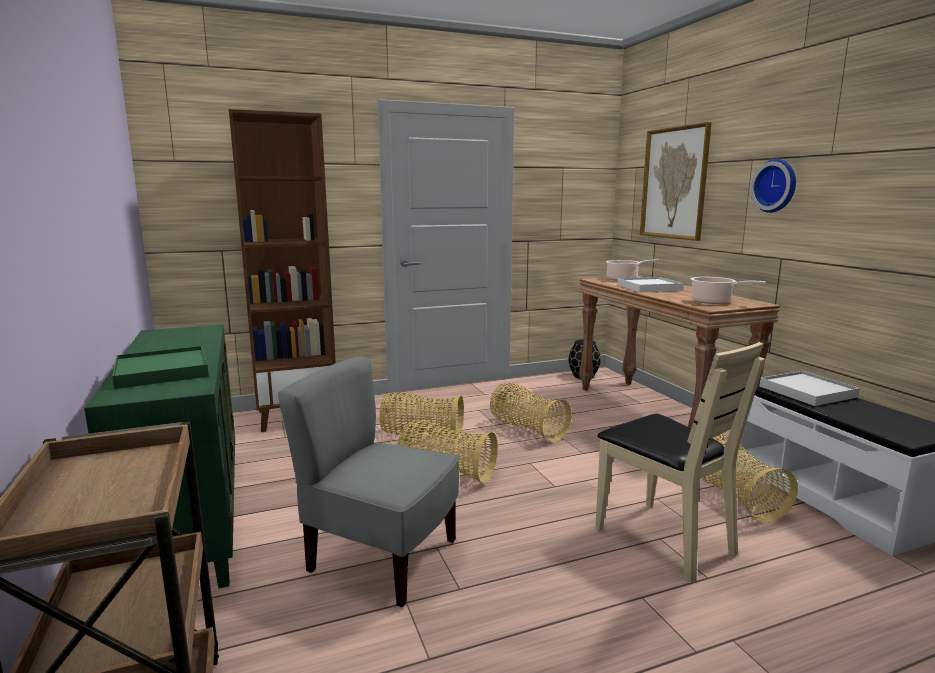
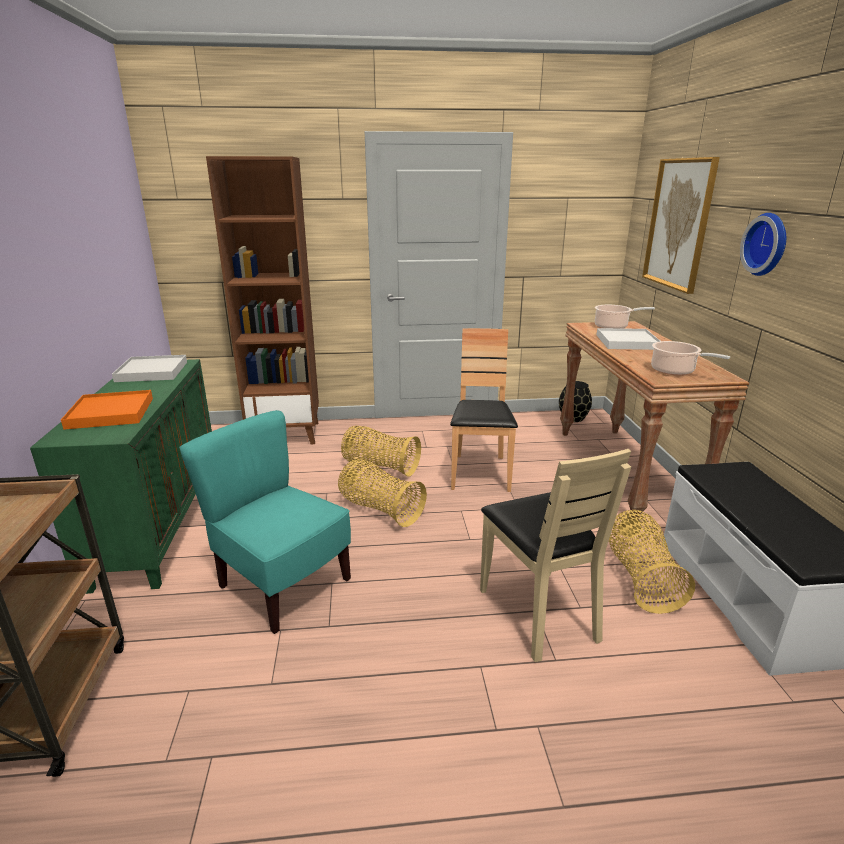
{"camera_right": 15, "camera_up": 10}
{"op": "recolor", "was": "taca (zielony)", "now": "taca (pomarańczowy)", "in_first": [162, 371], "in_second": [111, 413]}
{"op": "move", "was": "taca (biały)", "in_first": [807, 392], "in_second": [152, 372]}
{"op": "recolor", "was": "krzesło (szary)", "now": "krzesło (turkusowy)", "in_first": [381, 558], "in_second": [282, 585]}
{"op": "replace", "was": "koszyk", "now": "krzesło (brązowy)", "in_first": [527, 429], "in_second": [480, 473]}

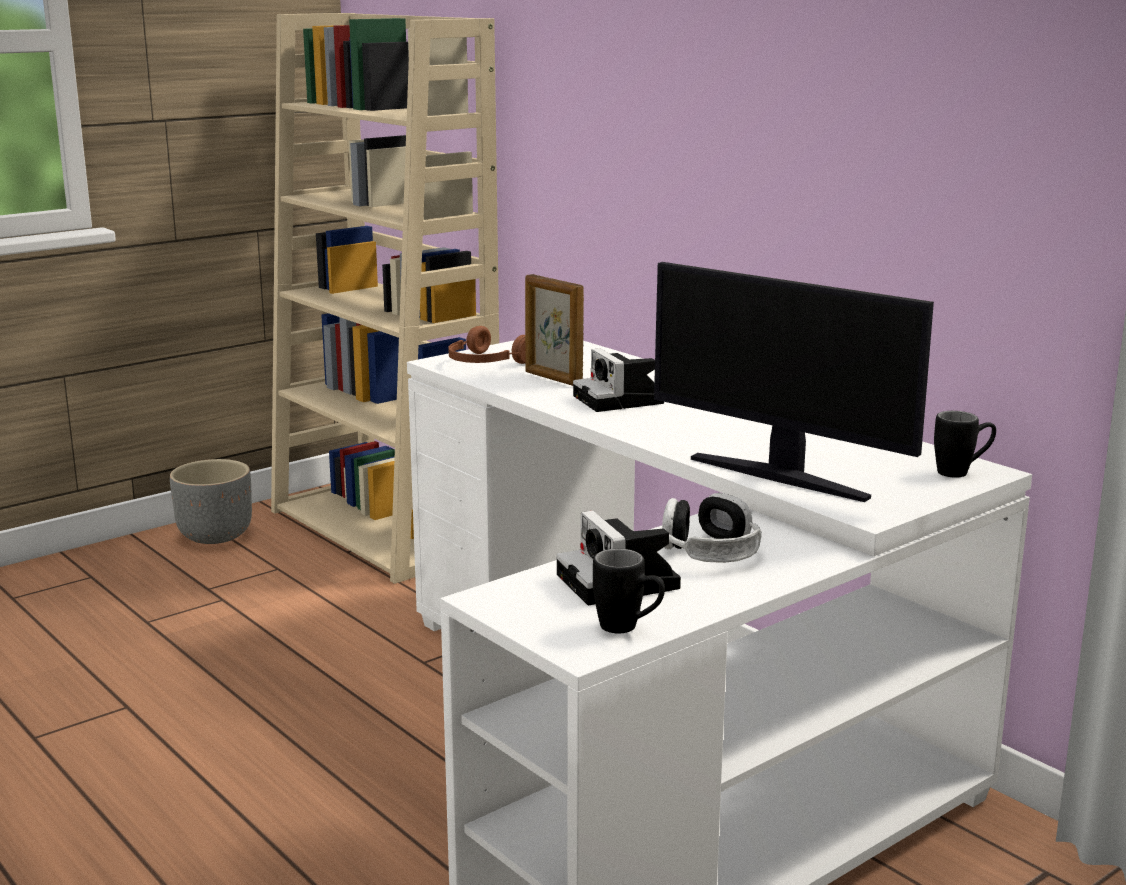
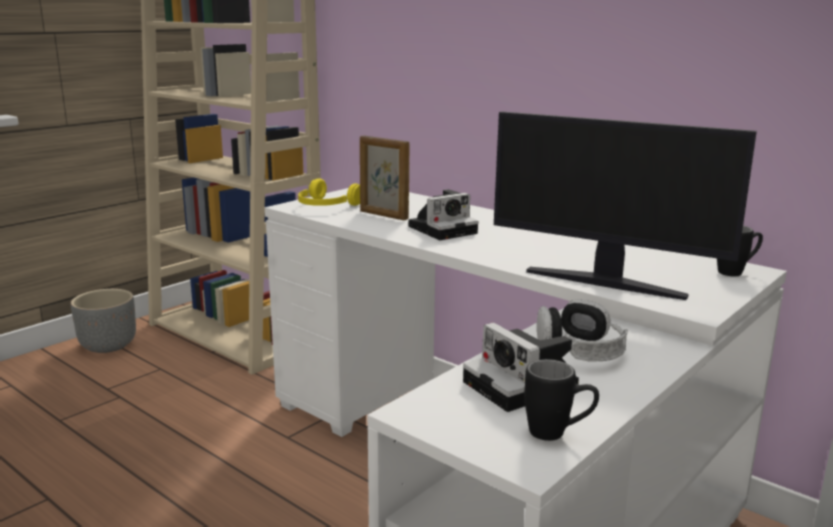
{"camera_right": -10, "camera_up": 0}
{"op": "recolor", "was": "słuchawki (brązowy)", "now": "słuchawki (żółty)", "in_first": [485, 363], "in_second": [326, 206]}
{"op": "rotate", "was": "aparat fotograficzny", "in_first": [621, 400], "in_second": [444, 229], "clockwise": -90}

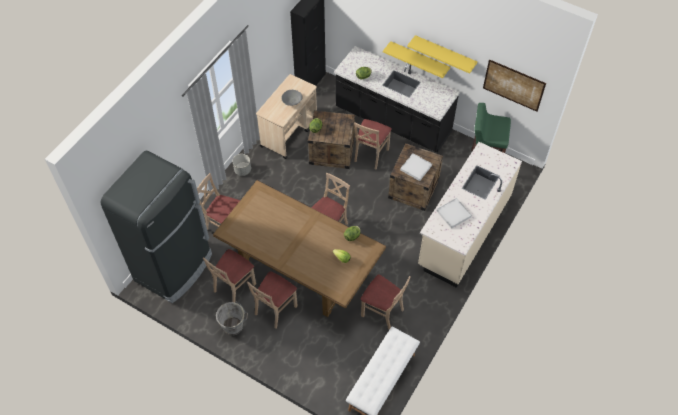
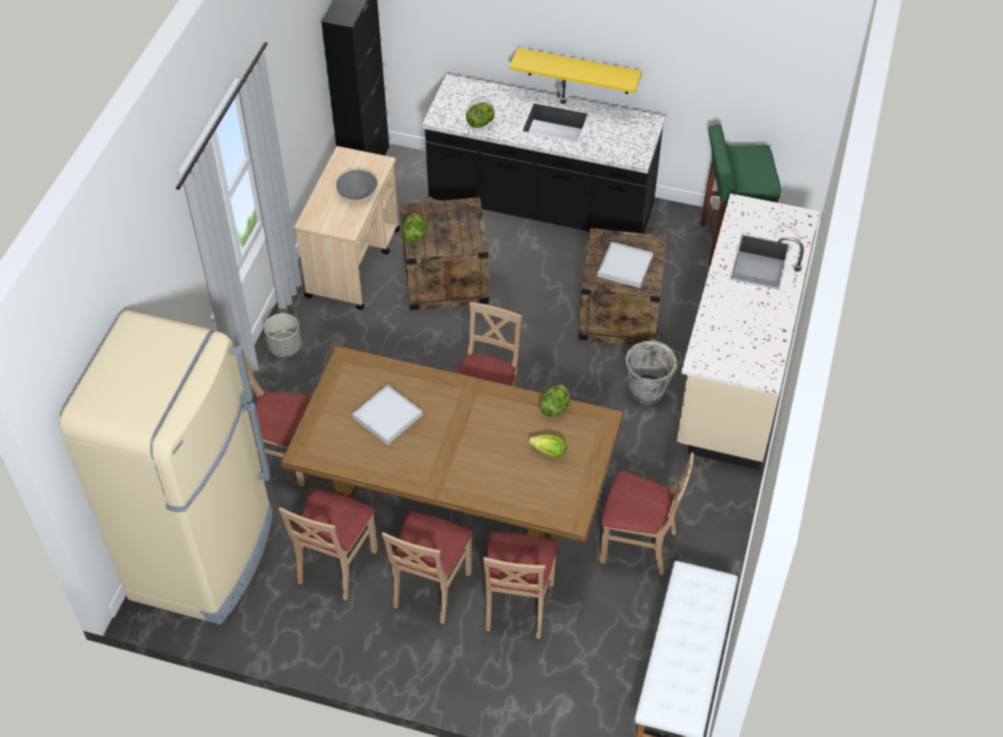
{"camera_right": -15, "camera_up": -5}
{"op": "recolor", "was": "lodówka (czarny)", "now": "lodówka (beżowy)", "in_first": [174, 267], "in_second": [204, 556]}
{"op": "move", "was": "taca (biały)", "in_first": [453, 214], "in_second": [387, 416]}
{"op": "move", "was": "krzesło (beżowy)", "in_first": [370, 154], "in_second": [517, 605]}
{"op": "move", "was": "wiadro (szary)", "in_first": [234, 326], "in_second": [649, 390]}
{"op": "delete", "was": "półka (żółty)", "in_first": [445, 54]}
{"op": "delete", "was": "obraz", "in_first": [513, 85]}

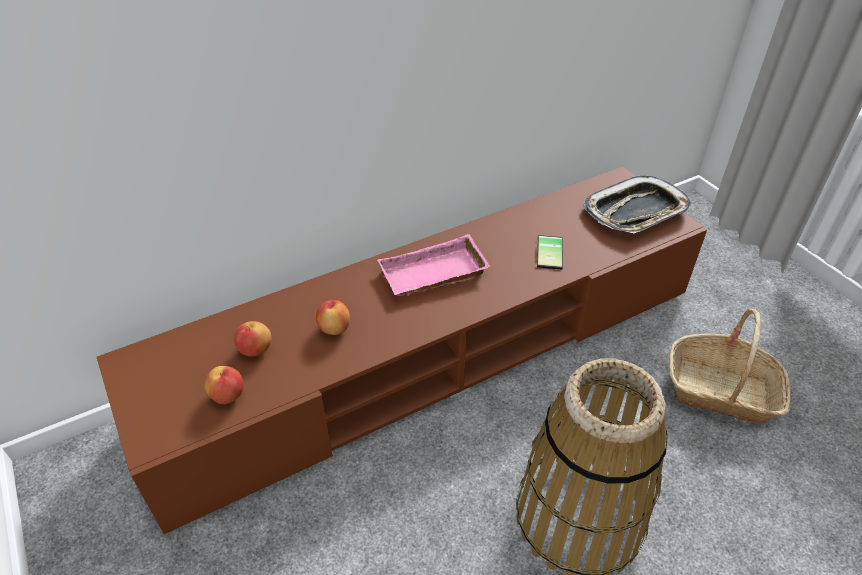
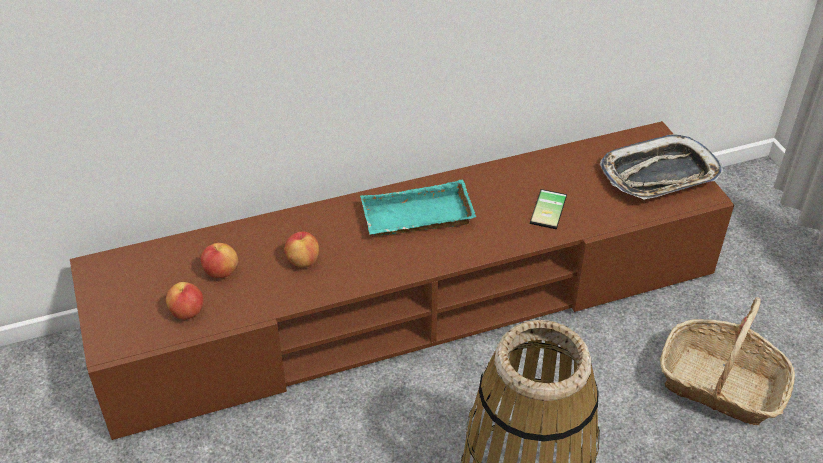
{"camera_right": 10, "camera_up": 0}
{"op": "recolor", "was": "taca (różowy)", "now": "taca (turkusowy)", "in_first": [433, 275], "in_second": [416, 219]}

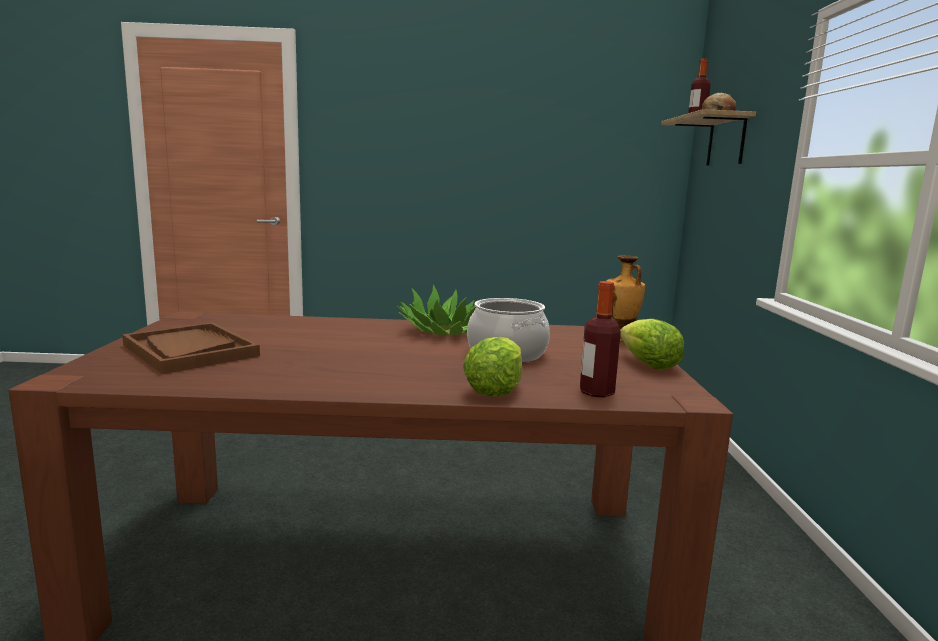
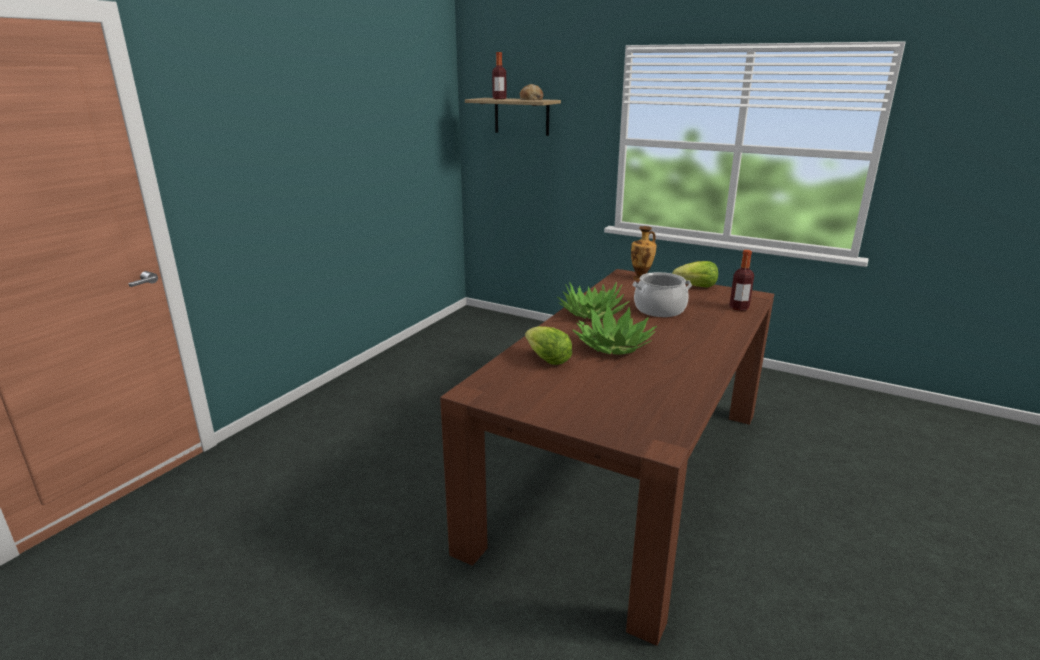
{"camera_right": -60, "camera_up": 10}
{"op": "move", "was": "sałata", "in_first": [494, 390], "in_second": [547, 360]}
{"op": "insert", "now": "roślina doniczkowa", "in_second": [613, 346]}
{"op": "delete", "was": "taca (brązowy)", "in_first": [190, 350]}

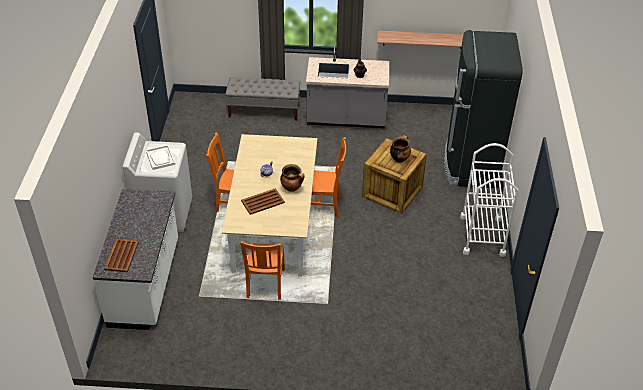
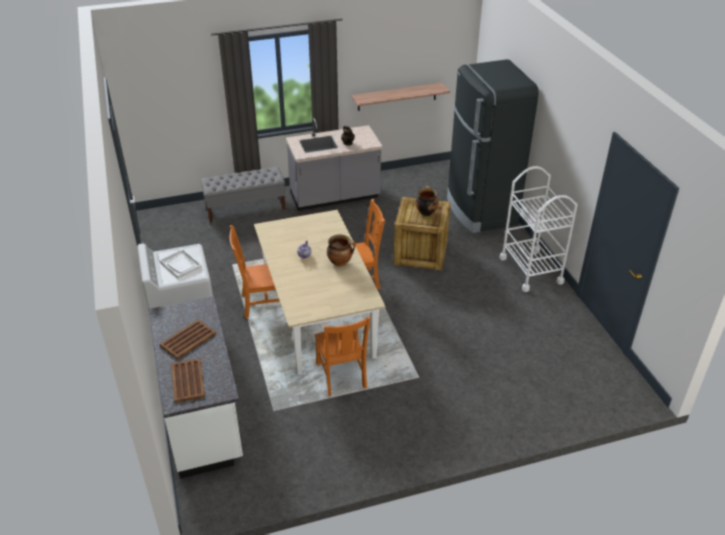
{"camera_right": -20, "camera_up": -5}
{"op": "move", "was": "taca (brązowy)", "in_first": [263, 202], "in_second": [188, 339]}

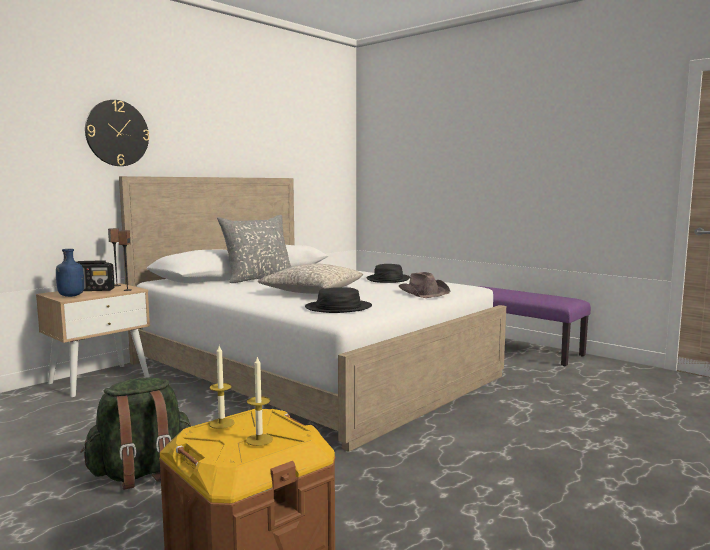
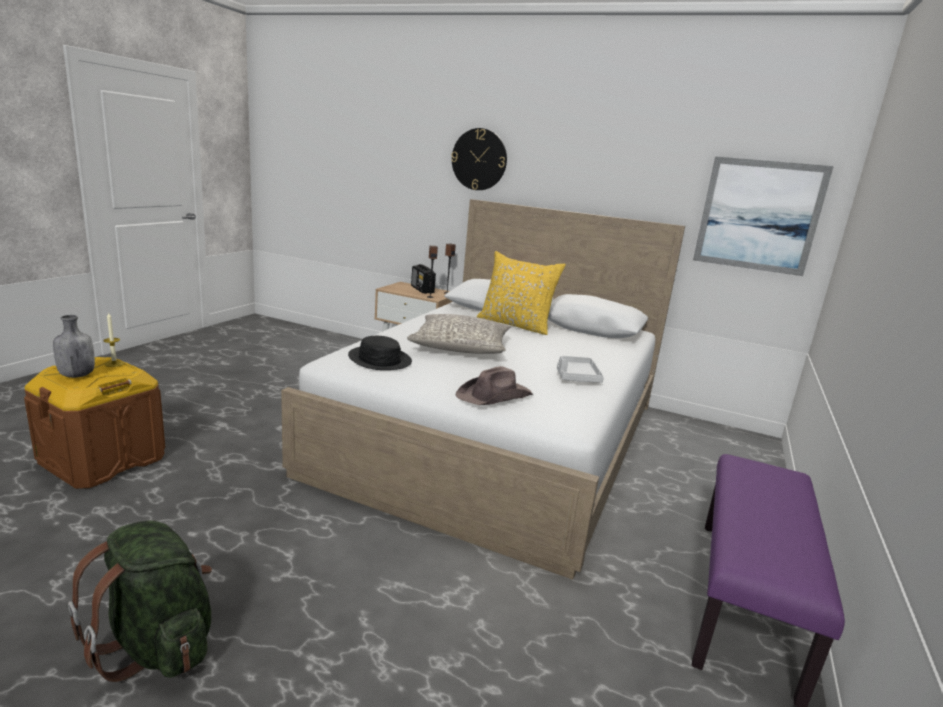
{"camera_right": 70, "camera_up": 10}
{"op": "replace", "was": "świeca", "now": "butelka (szary)", "in_first": [259, 440], "in_second": [76, 375]}
{"op": "move", "was": "plecak (zielony)", "in_first": [142, 473], "in_second": [157, 644]}
{"op": "recolor", "was": "poduszka (szary)", "now": "poduszka (żółty)", "in_first": [258, 278], "in_second": [515, 325]}
{"op": "replace", "was": "kapelusz (czarny)", "now": "taca (szary)", "in_first": [388, 279], "in_second": [576, 376]}
{"op": "insert", "now": "obraz", "in_second": [758, 215]}
{"op": "delete", "was": "butelka (niebieski)", "in_first": [70, 296]}

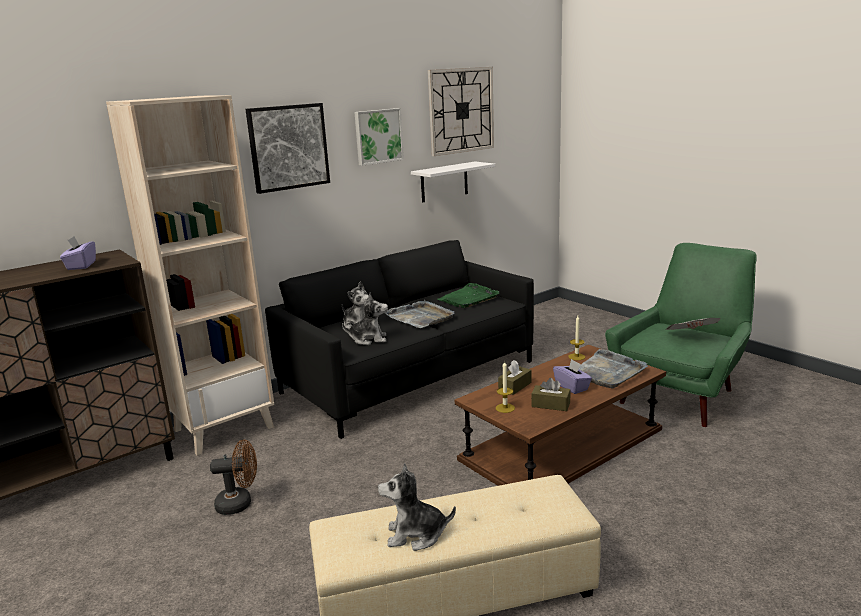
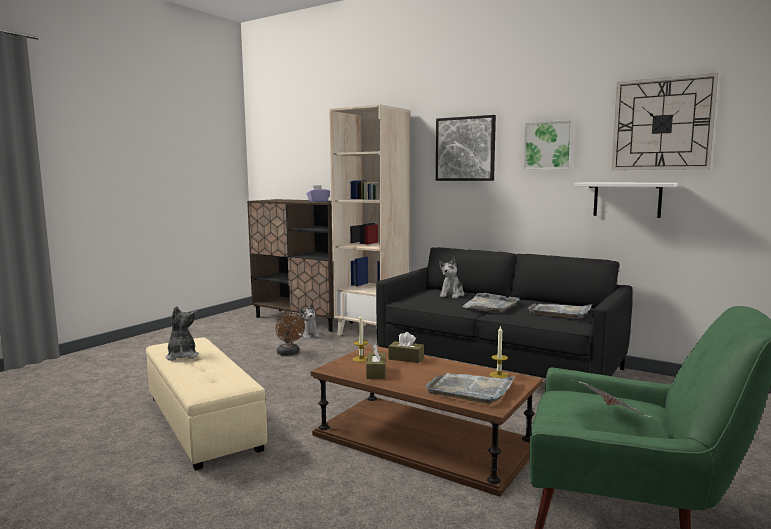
{"camera_right": 70, "camera_up": -10}
{"op": "move", "was": "pluszak", "in_first": [369, 339], "in_second": [309, 335]}
{"op": "recolor", "was": "taca (zielony)", "now": "taca (szary)", "in_first": [468, 298], "in_second": [560, 312]}
{"op": "delete", "was": "pudełko chusteczek (fioletowy)", "in_first": [572, 387]}

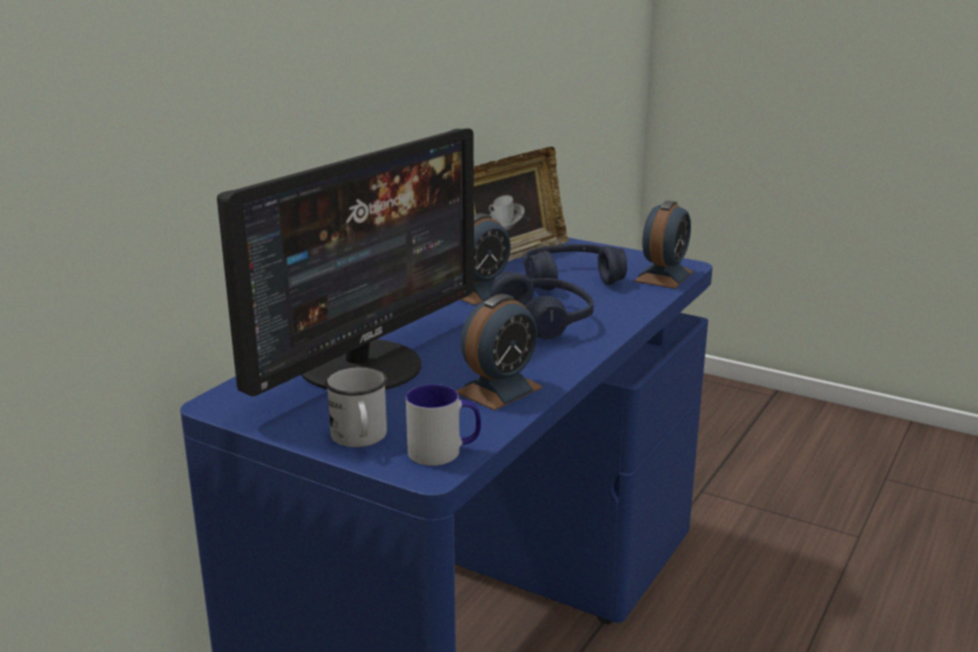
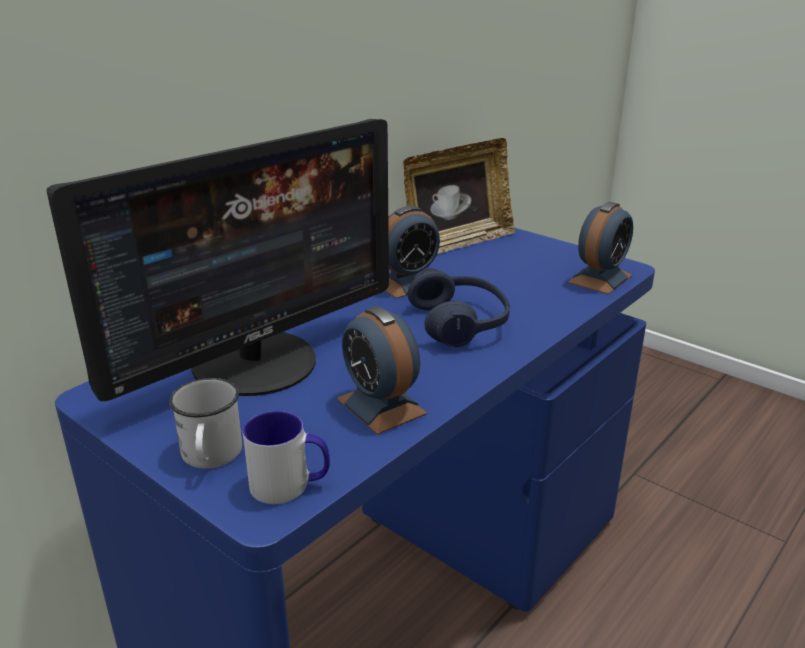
{"camera_right": 10, "camera_up": 5}
{"op": "rotate", "was": "budzik", "in_first": [498, 389], "in_second": [381, 406], "clockwise": 90}
{"op": "delete", "was": "słuchawki (niebieski)", "in_first": [570, 280]}

